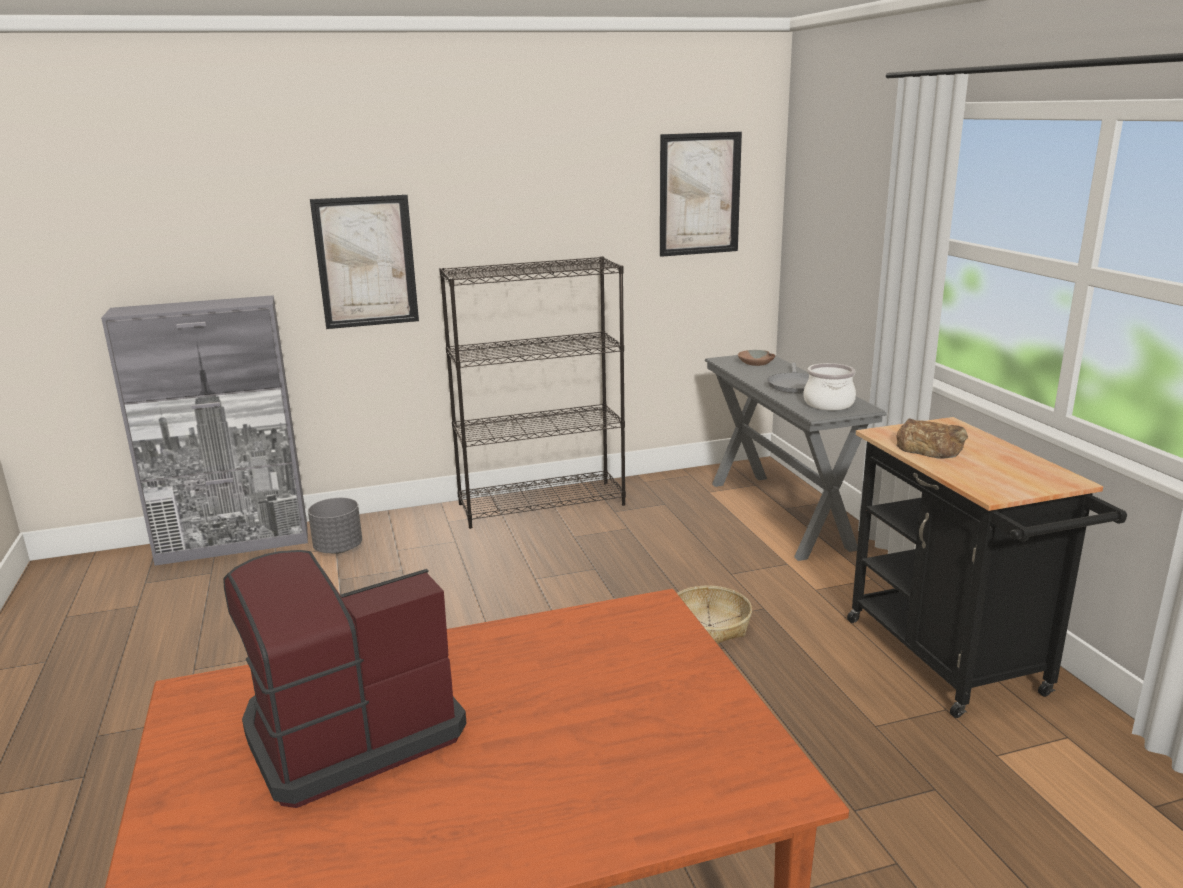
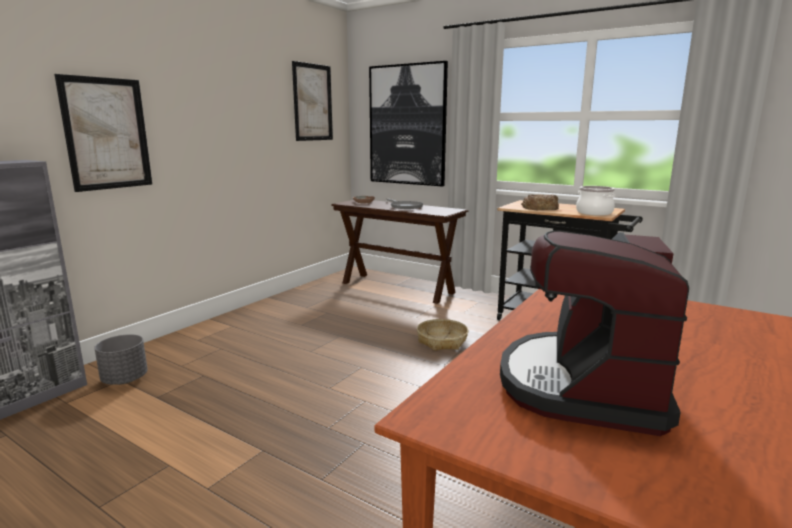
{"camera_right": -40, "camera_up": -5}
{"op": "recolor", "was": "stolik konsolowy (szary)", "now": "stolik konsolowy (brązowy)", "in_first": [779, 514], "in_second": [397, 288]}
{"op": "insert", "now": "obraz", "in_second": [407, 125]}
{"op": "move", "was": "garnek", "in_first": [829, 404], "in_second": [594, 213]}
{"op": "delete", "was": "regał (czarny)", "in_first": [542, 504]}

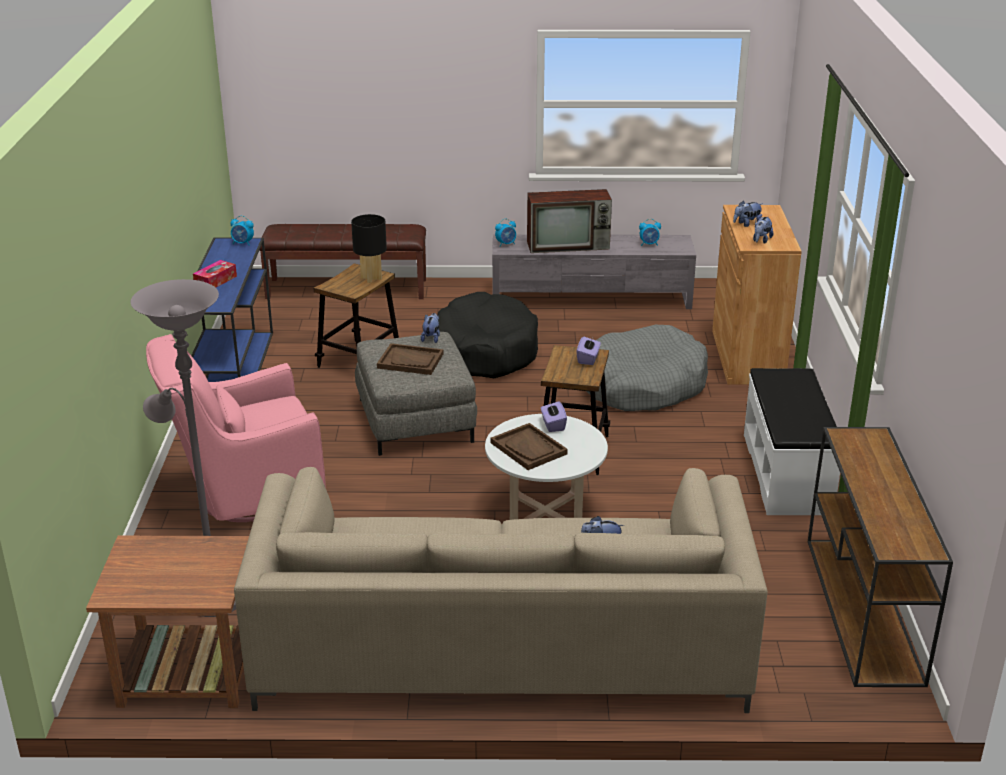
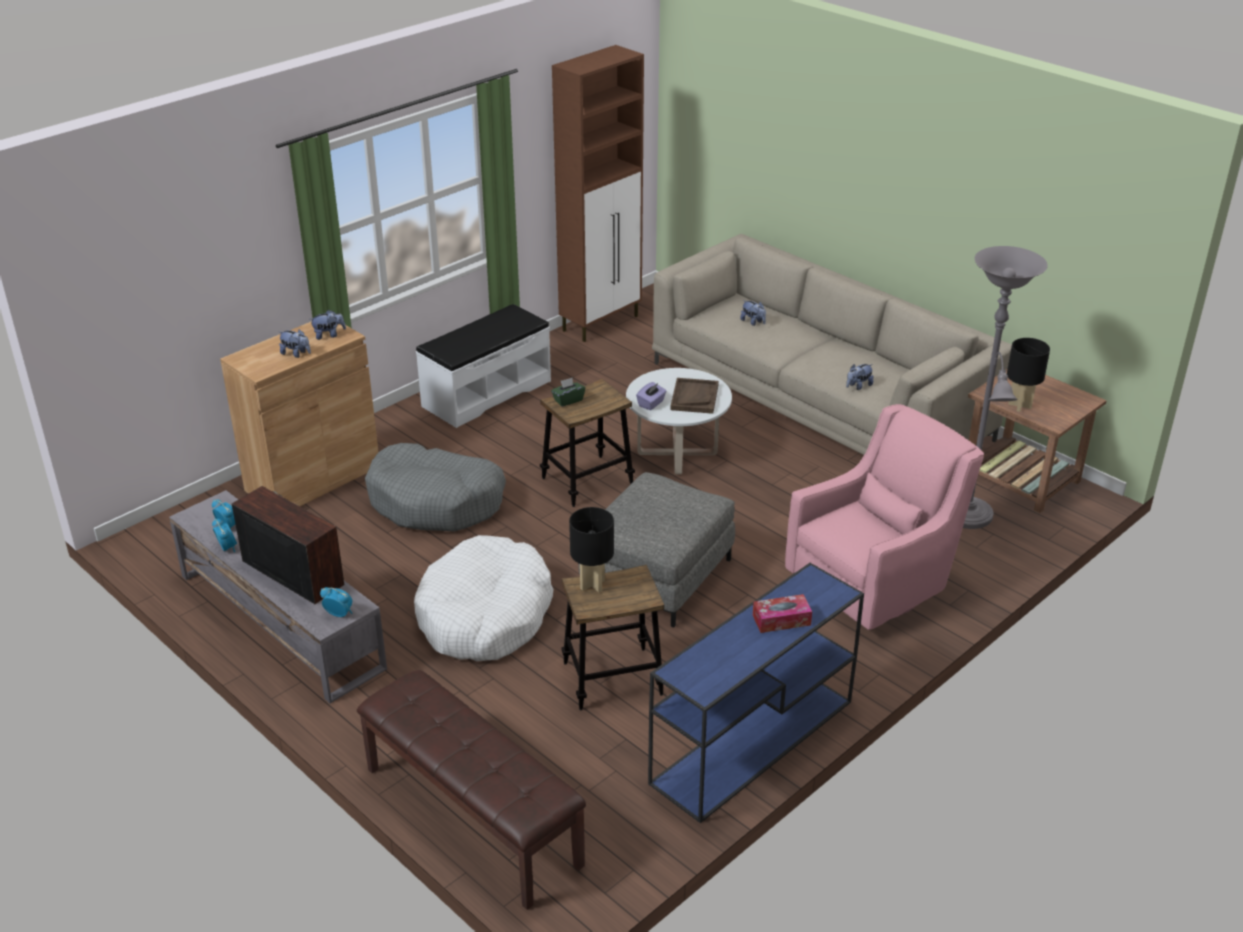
{"camera_right": -135, "camera_up": 5}
{"op": "move", "was": "budzik", "in_first": [243, 243], "in_second": [227, 548]}
{"op": "recolor", "was": "legowisko (czarny)", "now": "legowisko (biały)", "in_first": [486, 350], "in_second": [485, 615]}
{"op": "recolor", "was": "pudełko chusteczek (fioletowy)", "now": "pudełko chusteczek (zielony)", "in_first": [588, 359], "in_second": [568, 400]}
{"op": "replace", "was": "stolik konsolowy (brązowy)", "now": "szafka (brązowy)", "in_first": [864, 610], "in_second": [601, 323]}
{"op": "rotate", "was": "fotel (różowy)", "in_first": [245, 494], "in_second": [875, 584], "clockwise": -60}
{"op": "move", "was": "pluszak", "in_first": [431, 338], "in_second": [858, 386]}
{"op": "insert", "now": "lampa stołowa (czarny)", "in_second": [1019, 405]}
{"op": "delete", "was": "taca (brązowy)", "in_first": [410, 361]}

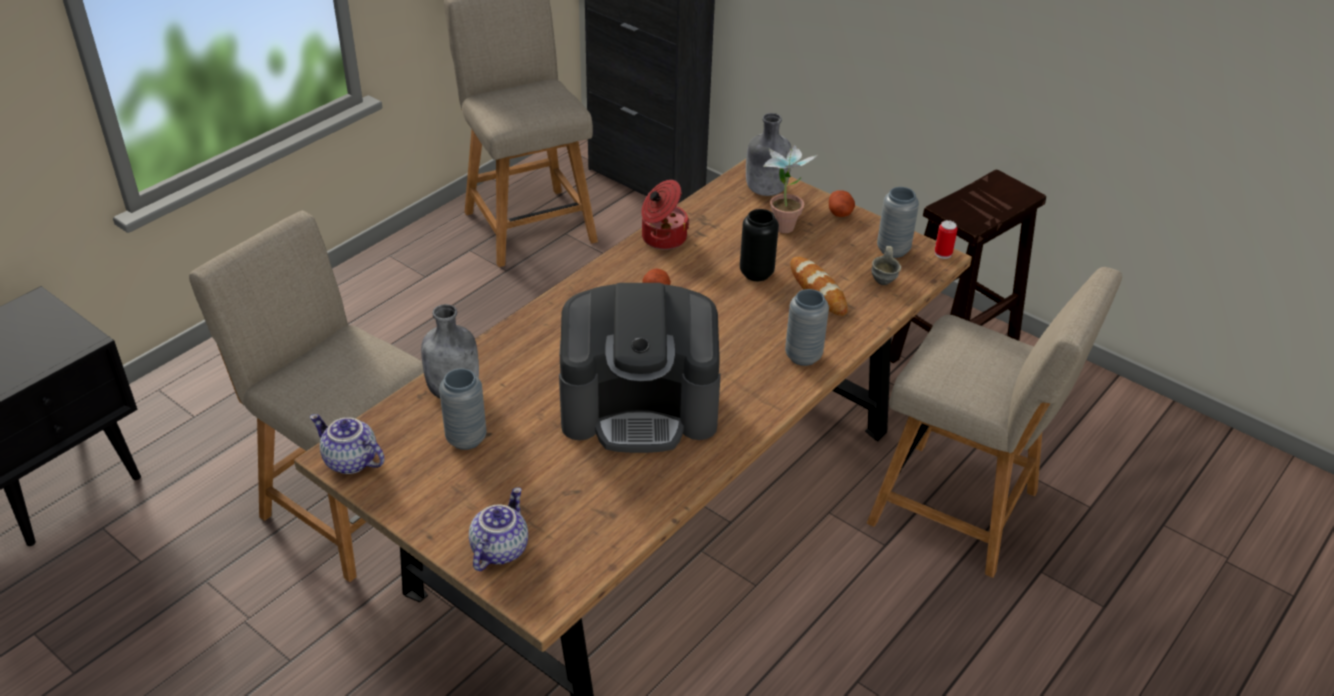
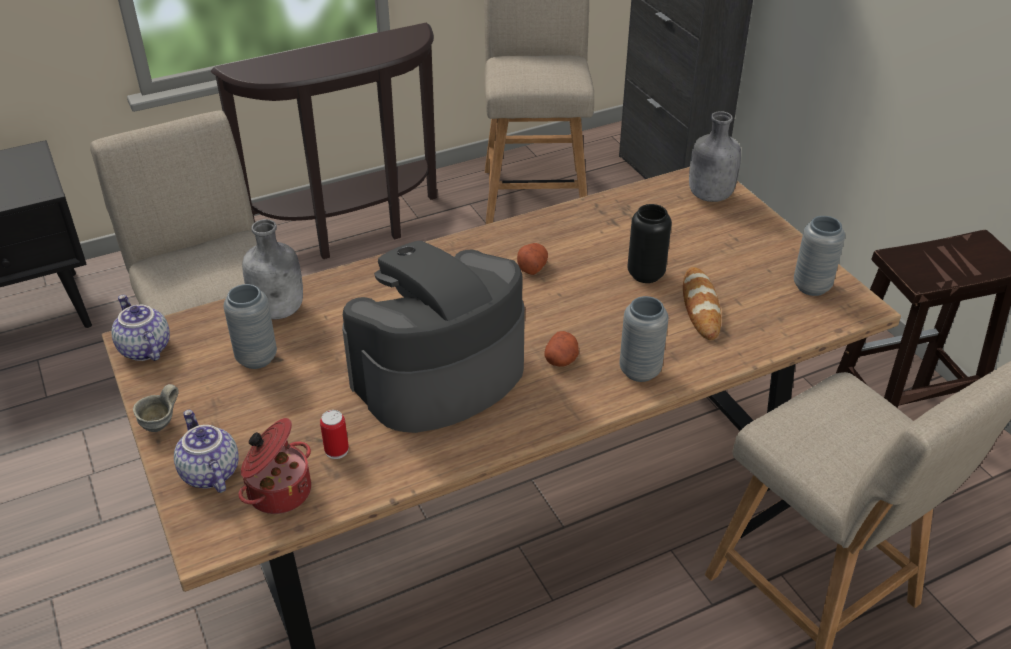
{"camera_right": 25, "camera_up": 0}
{"op": "move", "was": "kubek (szary)", "in_first": [885, 280], "in_second": [162, 425]}
{"op": "rotate", "was": "imbryk", "in_first": [498, 549], "in_second": [208, 473], "clockwise": -75}
{"op": "insert", "now": "stolik konsolowy (brązowy)", "in_second": [354, 232]}
{"op": "move", "was": "garnek", "in_first": [662, 238], "in_second": [278, 490]}
{"op": "move", "was": "puszka", "in_first": [943, 253], "in_second": [336, 450]}
{"op": "rotate", "was": "ekspres do kawy", "in_first": [640, 407], "in_second": [438, 375], "clockwise": 120}
{"op": "move", "was": "ziemniak", "in_first": [840, 213], "in_second": [561, 360]}
{"op": "delete", "was": "roślina doniczkowa", "in_first": [783, 223]}

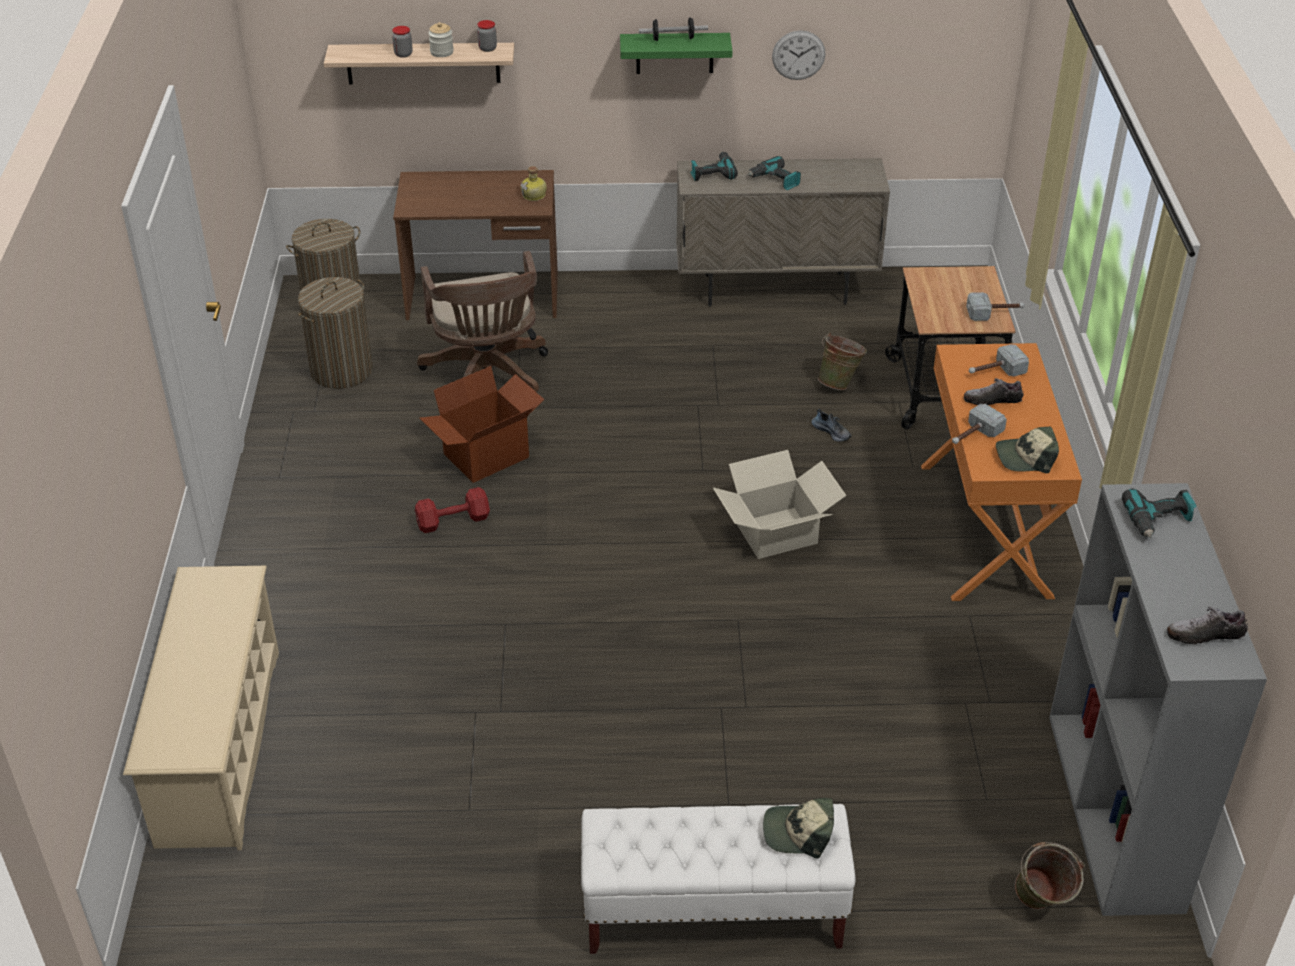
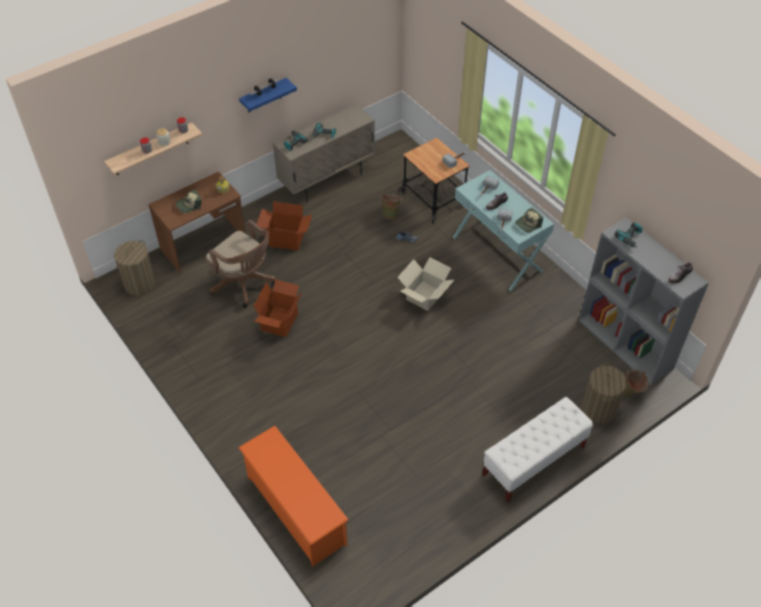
{"camera_right": -35, "camera_up": 10}
{"op": "move", "was": "czapka z daszkiem", "in_first": [798, 832], "in_second": [189, 205]}
{"op": "recolor", "was": "regał na buty (beżowy)", "now": "regał na buty (pomarańczowy)", "in_first": [219, 746], "in_second": [296, 510]}
{"op": "recolor", "was": "półka (zielony)", "now": "półka (niebieski)", "in_first": [674, 53], "in_second": [263, 96]}
{"op": "insert", "now": "karton", "in_second": [286, 240]}
{"op": "recolor", "was": "stolik konsolowy (pomarańczowy)", "now": "stolik konsolowy (turkusowy)", "in_first": [986, 529], "in_second": [497, 253]}
{"op": "move", "was": "kosz na pranie", "in_first": [341, 370], "in_second": [598, 409]}
{"op": "delete", "was": "hantel (czerwony)", "in_first": [451, 521]}
{"op": "delete", "was": "zegar ścienny", "in_first": [798, 55]}

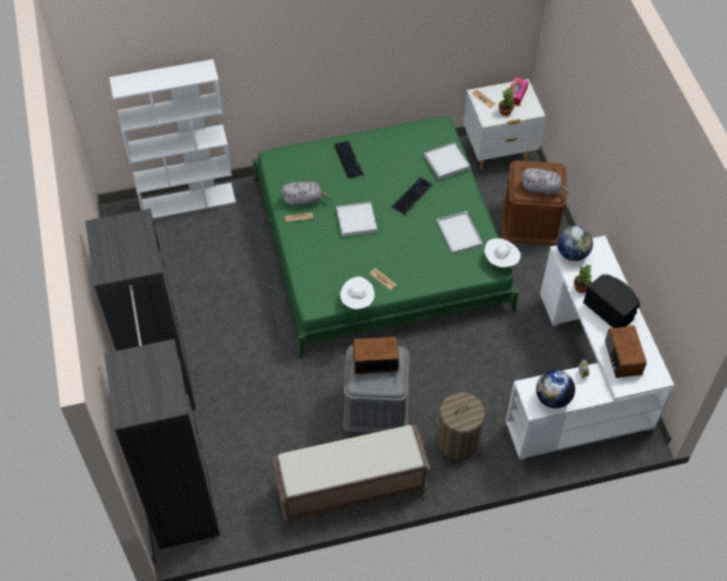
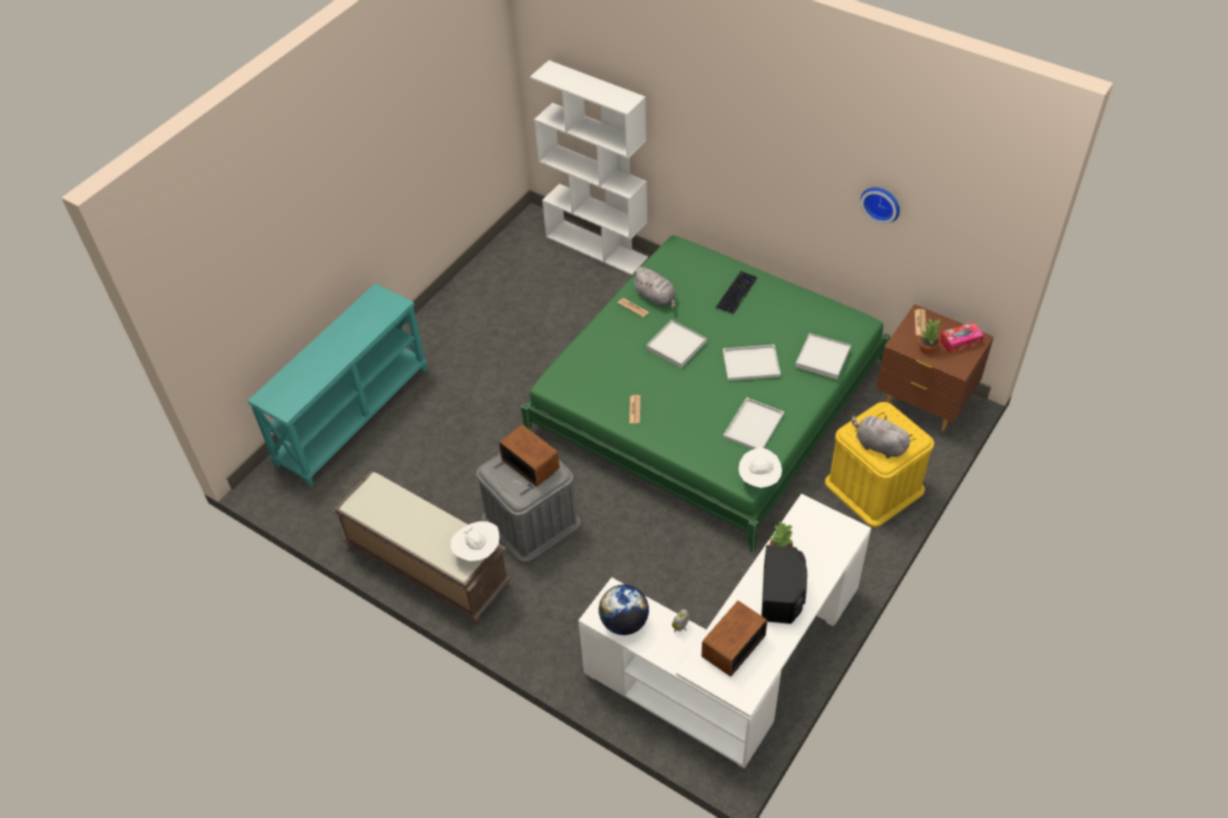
{"camera_right": 50, "camera_up": -5}
{"op": "replace", "was": "szafa (czarny)", "now": "stolik konsolowy (turkusowy)", "in_first": [172, 444], "in_second": [352, 415]}
{"op": "move", "was": "kapelusz (biały)", "in_first": [357, 302], "in_second": [477, 551]}
{"op": "replace", "was": "klawiatura", "now": "taca (biały)", "in_first": [412, 196], "in_second": [752, 363]}
{"op": "recolor", "was": "pojemnik do przechowywania (brązowy)", "now": "pojemnik do przechowywania (żółty)", "in_first": [530, 220], "in_second": [874, 486]}
{"op": "rotate", "was": "pluszak (szary)", "in_first": [542, 188], "in_second": [878, 445], "clockwise": 150}
{"op": "insert", "now": "zegar ścienny", "in_second": [881, 203]}
{"op": "recolor", "was": "szafka nocna (biały)", "now": "szafka nocna (brązowy)", "in_first": [498, 152], "in_second": [923, 404]}
{"op": "delete", "was": "kosz na pranie", "in_first": [458, 441]}
{"op": "delete", "was": "globus", "in_first": [572, 253]}

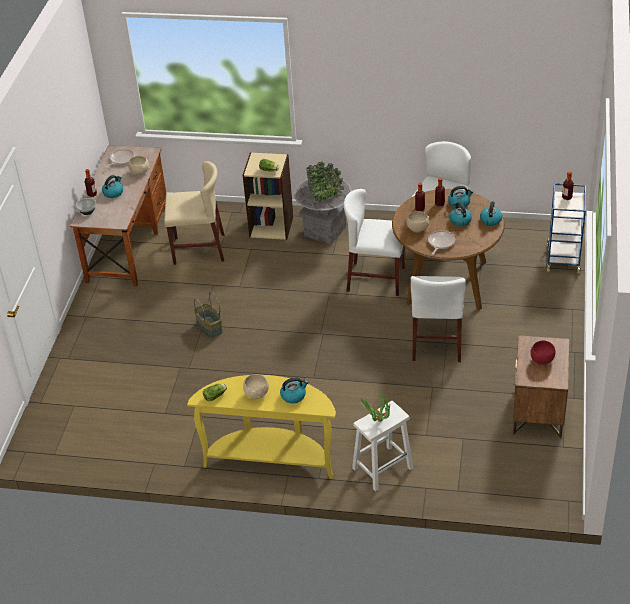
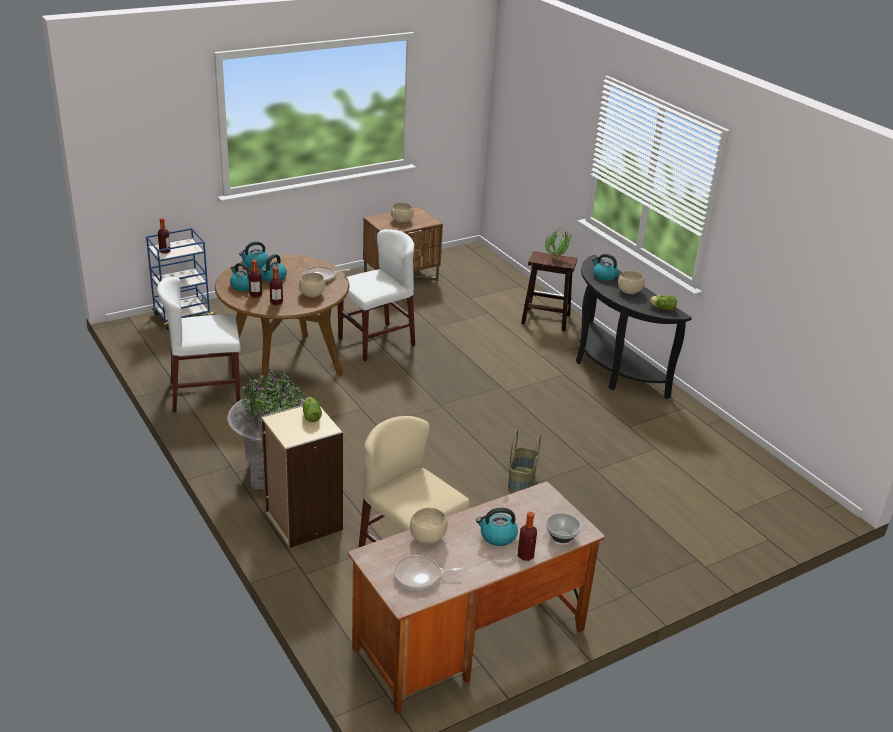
{"camera_right": -135, "camera_up": -10}
{"op": "recolor", "was": "miska (czerwony)", "now": "miska (beżowy)", "in_first": [542, 360], "in_second": [402, 220]}
{"op": "recolor", "was": "stołek (biały)", "now": "stołek (brązowy)", "in_first": [383, 467], "in_second": [545, 319]}
{"op": "recolor", "was": "stolik konsolowy (żółty)", "now": "stolik konsolowy (czarny)", "in_first": [271, 458], "in_second": [612, 369]}
{"op": "delete", "was": "krzesło (biały)", "in_first": [376, 279]}

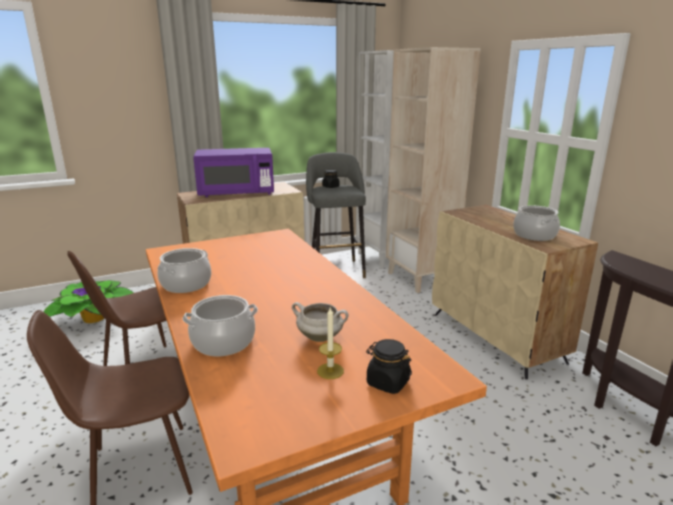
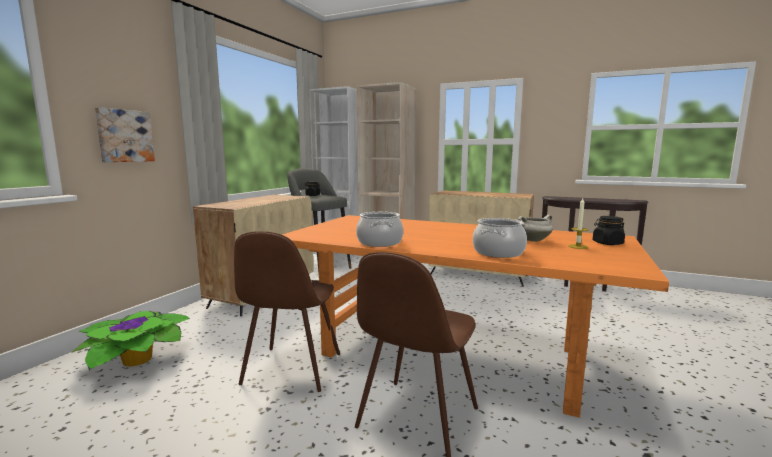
{"camera_right": -40, "camera_up": -10}
{"op": "insert", "now": "obraz", "in_second": [124, 136]}
{"op": "delete", "was": "mikrofalówka (fioletowy)", "in_first": [236, 193]}
{"op": "delete", "was": "garnek", "in_first": [534, 235]}

